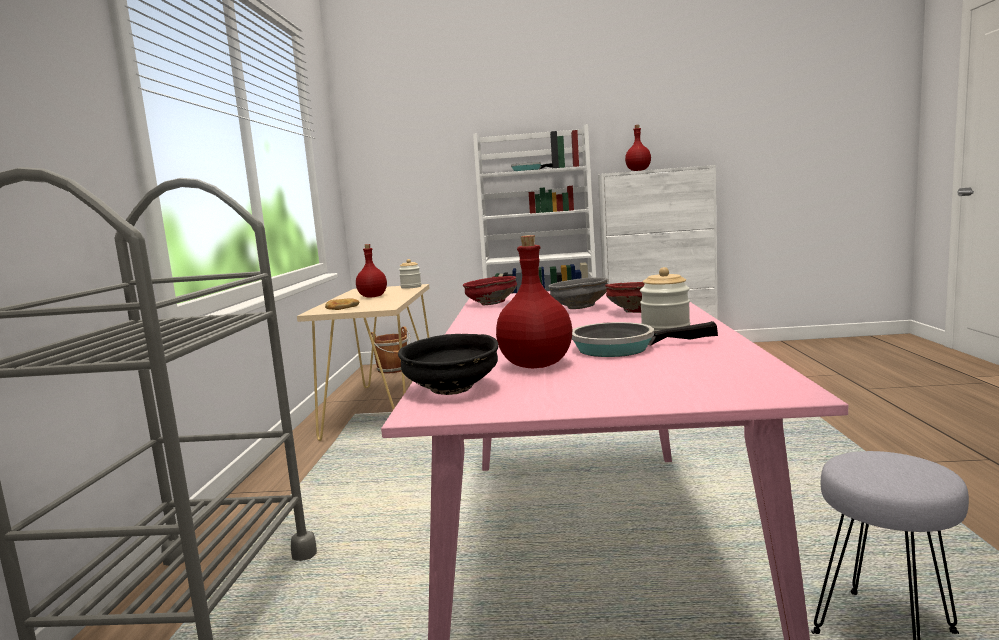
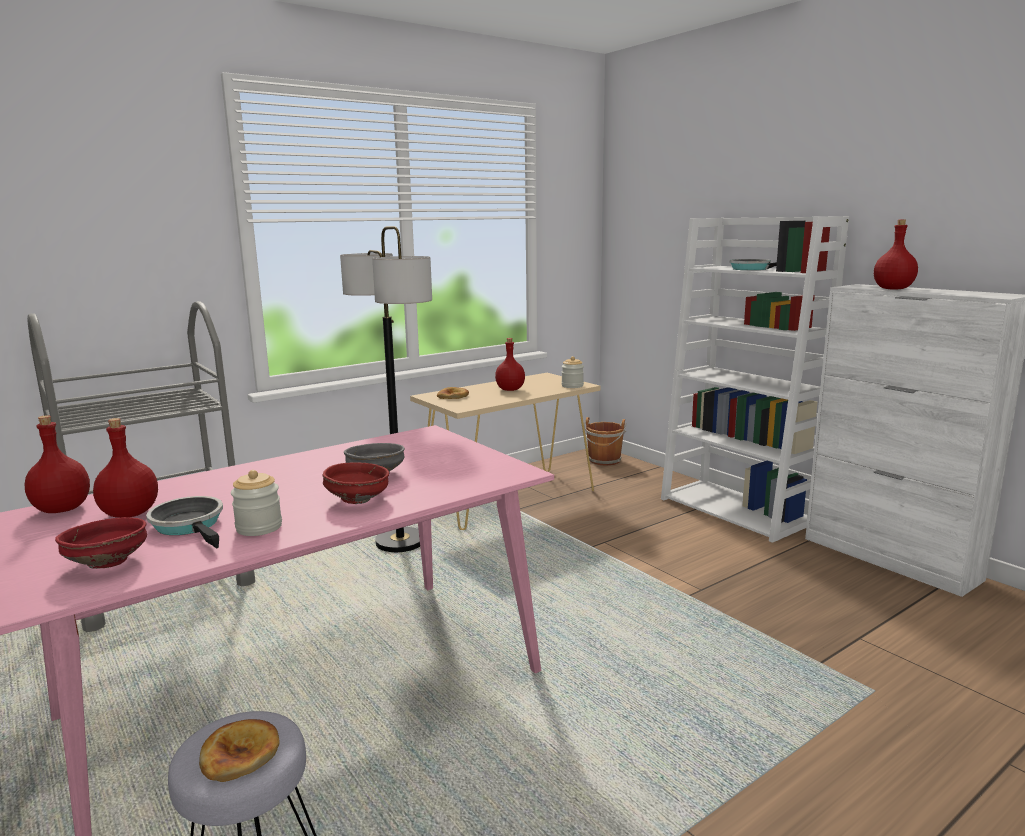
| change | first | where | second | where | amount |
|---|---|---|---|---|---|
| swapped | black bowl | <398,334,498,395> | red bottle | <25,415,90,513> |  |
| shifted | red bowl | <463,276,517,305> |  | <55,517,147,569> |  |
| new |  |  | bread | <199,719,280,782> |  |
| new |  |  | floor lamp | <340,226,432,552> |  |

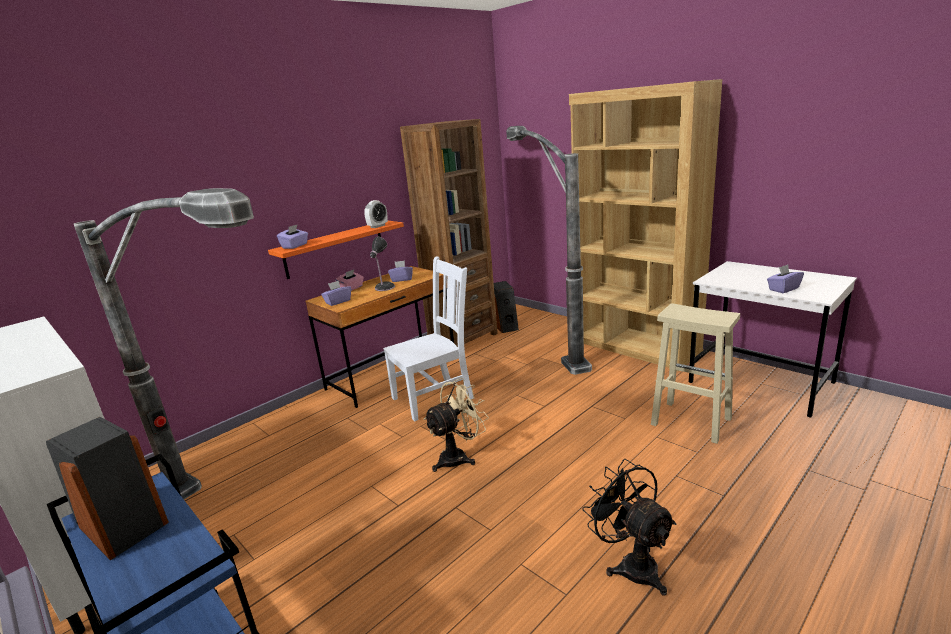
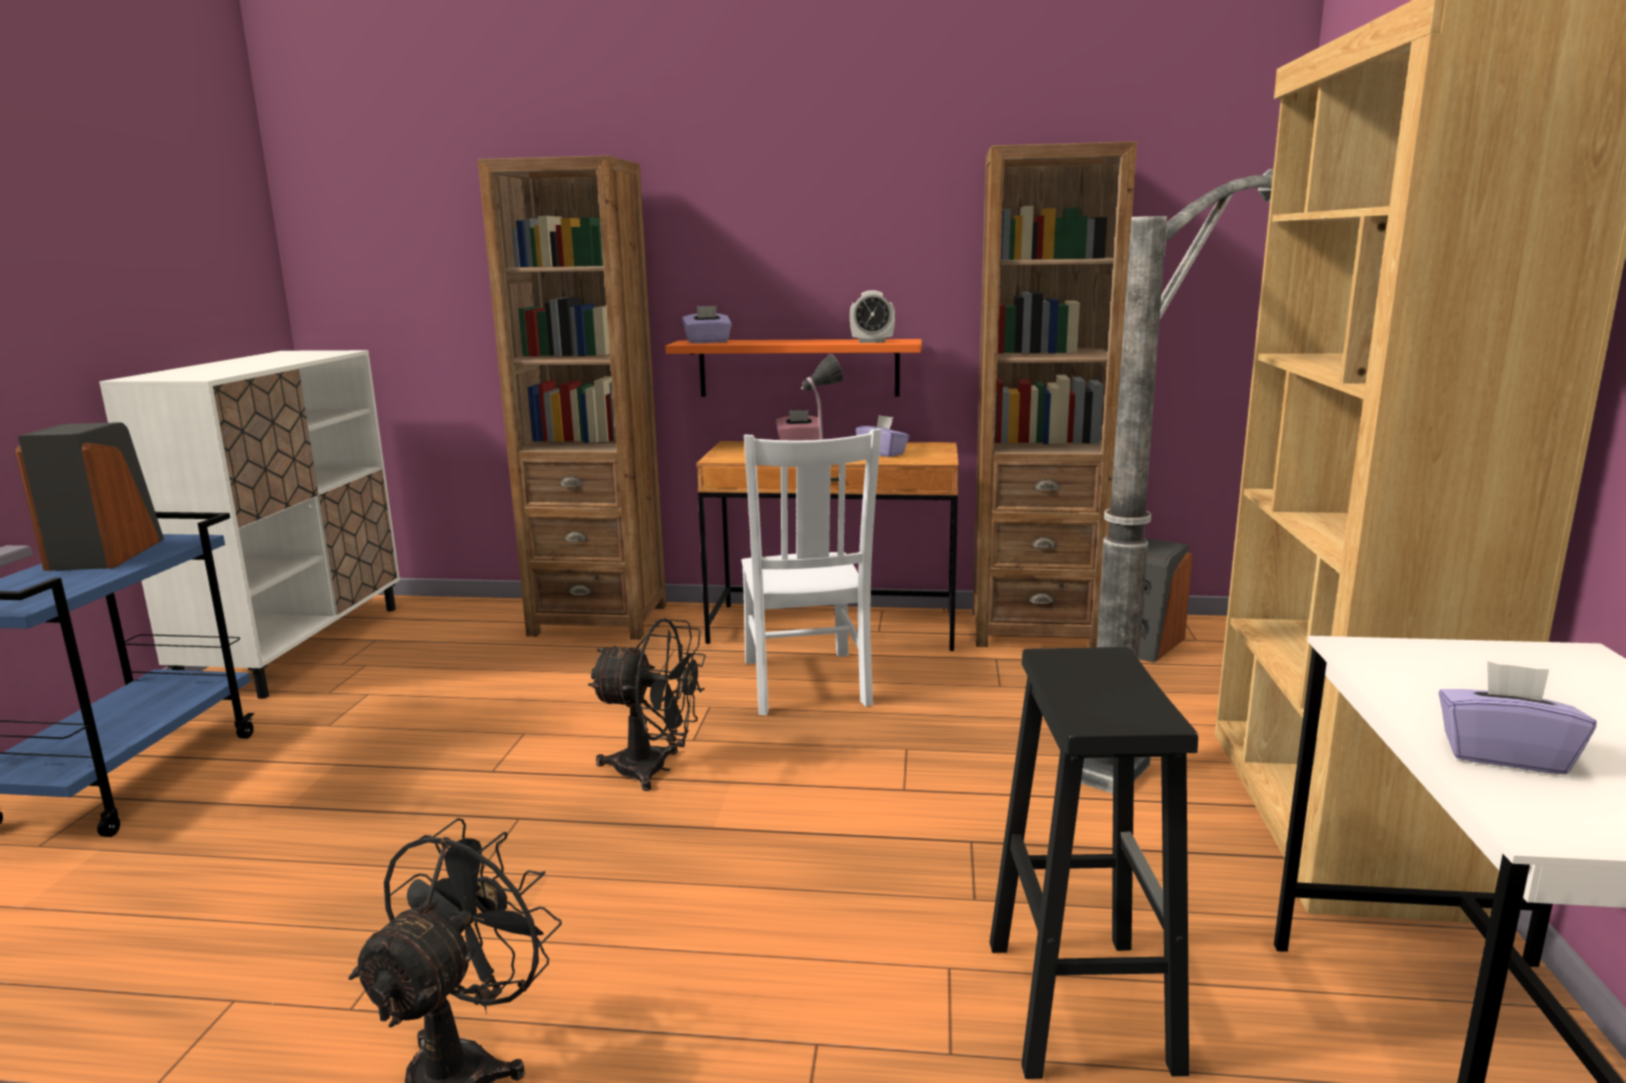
| change | first | where | second | where | amount |
|---|---|---|---|---|---|
| gone | floor lamp | <74,188,254,499> |  |  |  |
| gone | purple tissue box | <321,281,351,306> |  |  |  |
| rotated | white chair | <383,256,473,421> |  | <741,429,882,715> | 60 degrees clockwise |
| repainted | beige fan | <423,378,489,472> | black fan | <587,618,706,791> |  |
| repainted | beige stool | <651,303,740,444> | black stool | <990,647,1198,1079> |  |
| new |  |  | brown bookcase | <478,155,666,640> |  |

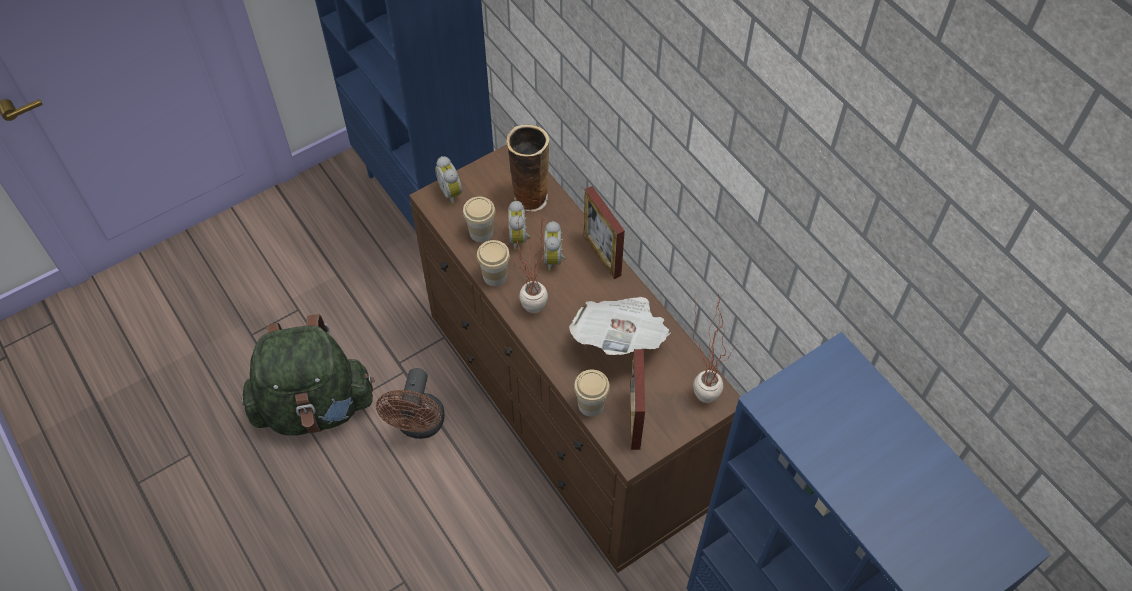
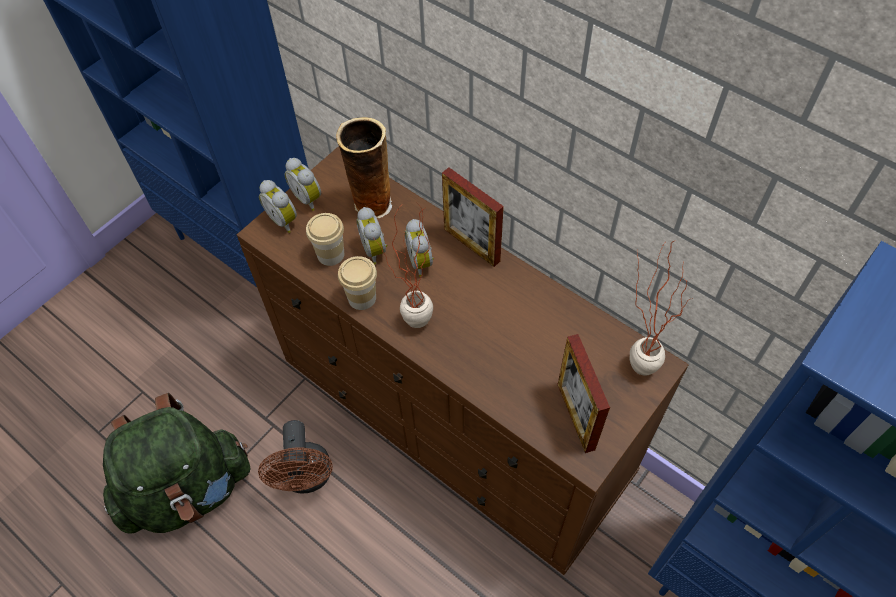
| change | first | where | second | where | amount |
|---|---|---|---|---|---|
| gone | newspaper | <569,297,671,355> |  |  |  |
| gone | cup | <574,370,610,417> |  |  |  |
| new |  |  | alarm clock | <285,158,321,211> |  |

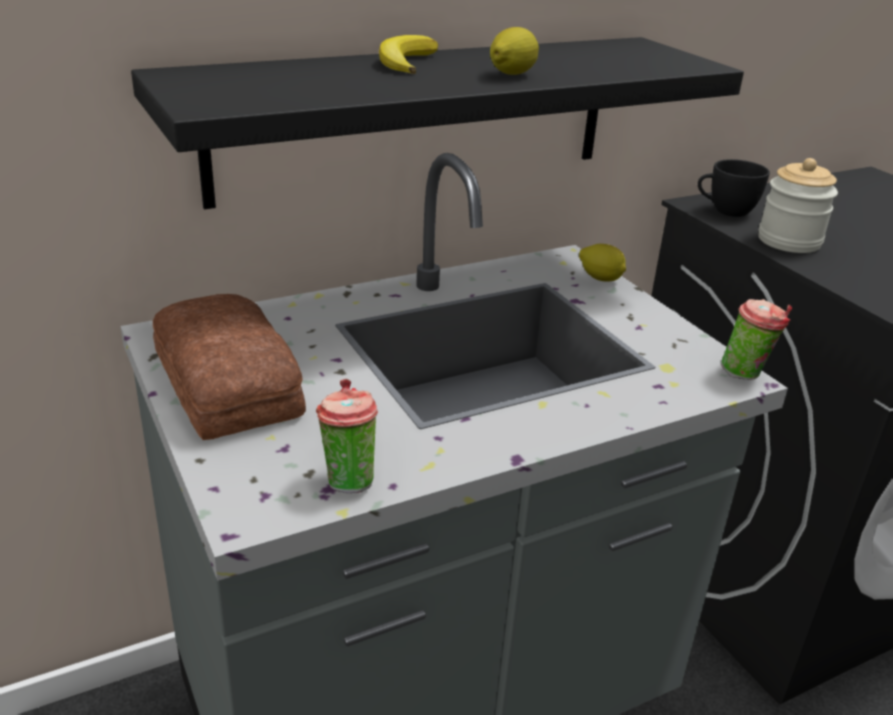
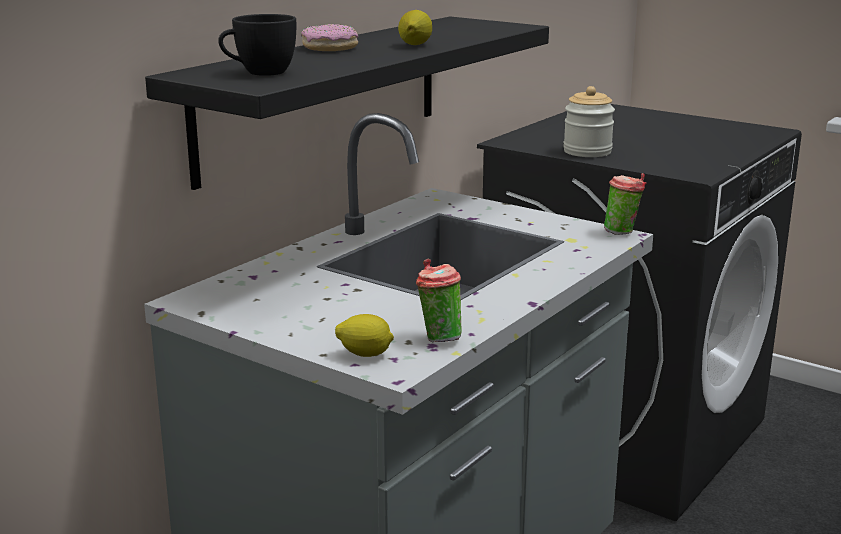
| change | first | where | second | where | amount |
|---|---|---|---|---|---|
| gone | bread | <153,294,306,440> |  |  |  |
| swapped | banana | <379,35,438,74> | donut | <301,24,358,51> |  |
| shifted | lemon | <579,244,626,281> |  | <335,314,394,357> |  |
| shifted | black cup | <698,159,770,217> |  | <218,14,296,76> |  |

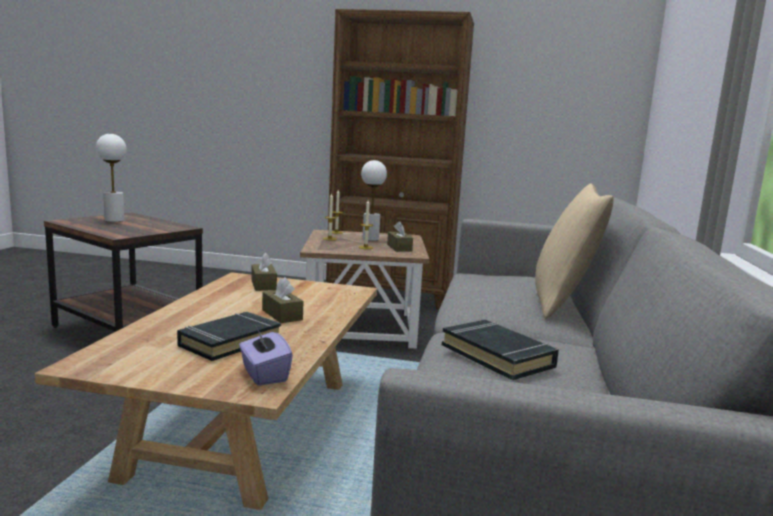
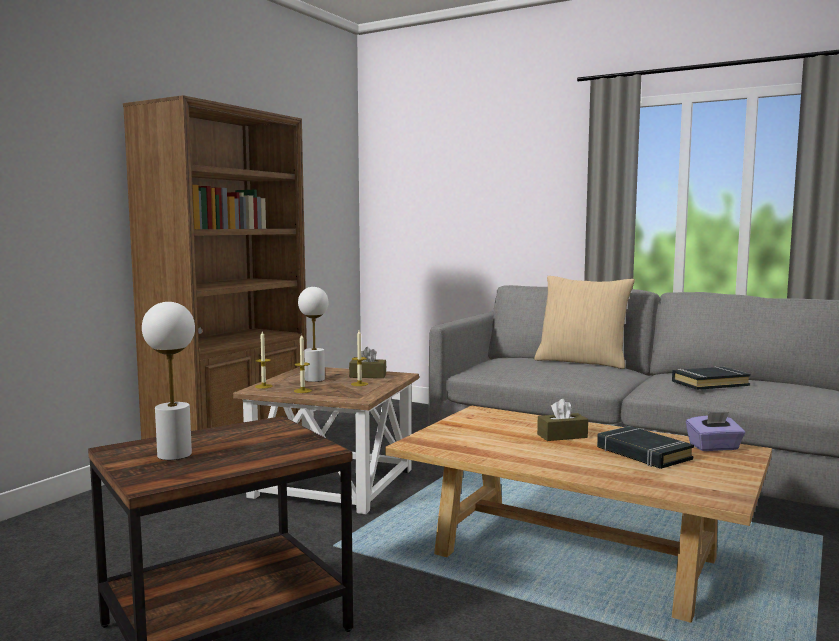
| change | first | where | second | where | amount |
|---|---|---|---|---|---|
| gone | brown tissue box | <251,253,277,291> |  |  |  |

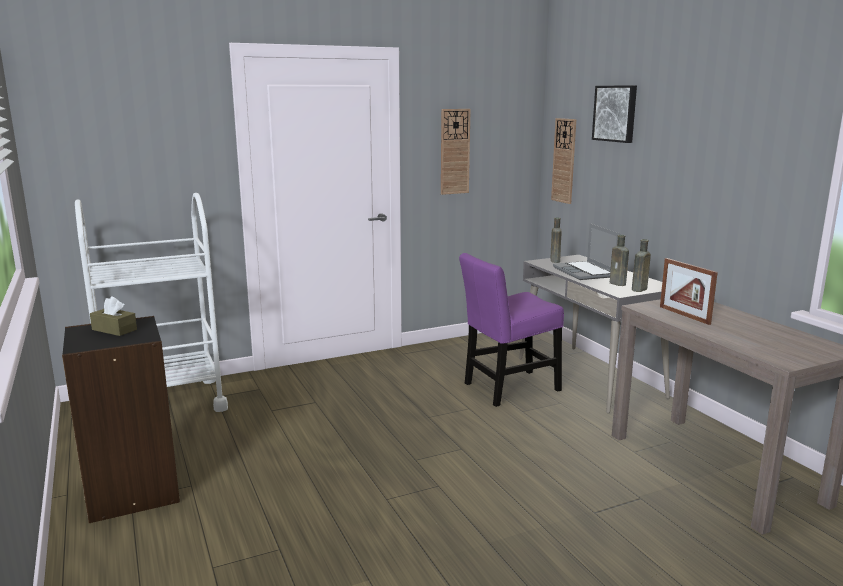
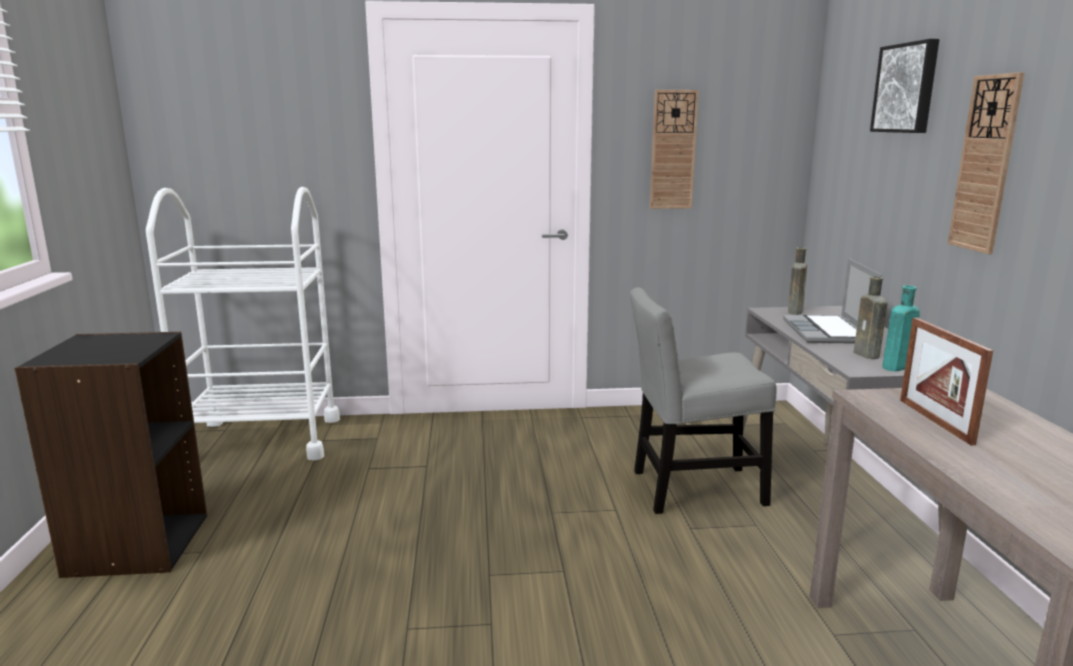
| change | first | where | second | where | amount |
|---|---|---|---|---|---|
| gone | brown tissue box | <90,296,137,336> |  |  |  |
| repainted | purple chair | <459,253,564,407> | grey chair | <630,287,777,514> |  |
| shifted | wall clock | <551,118,576,204> |  | <948,72,1025,254> |  |
| repainted | brown bottle | <632,239,651,292> | turquoise bottle | <882,285,920,371> |  |

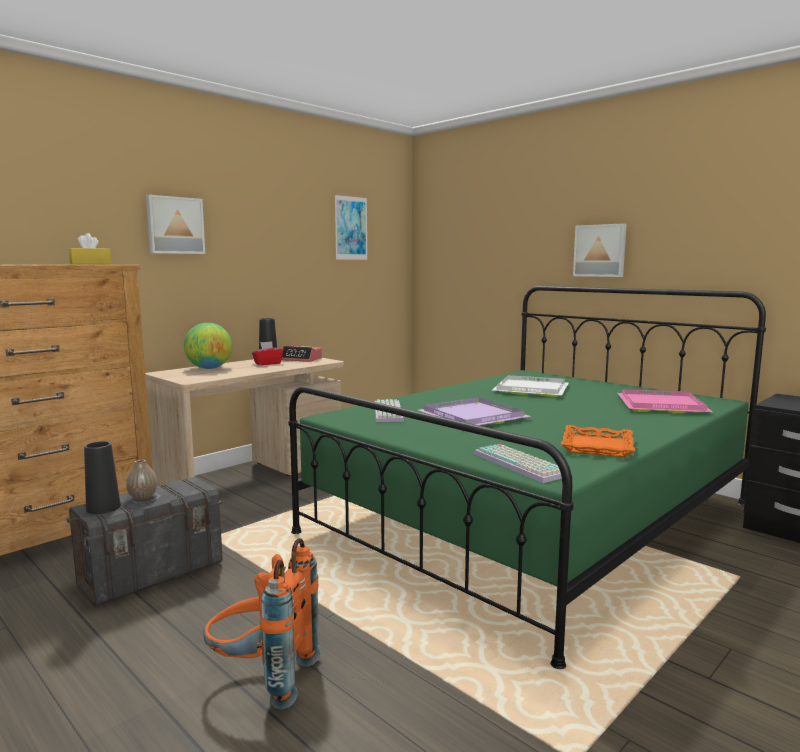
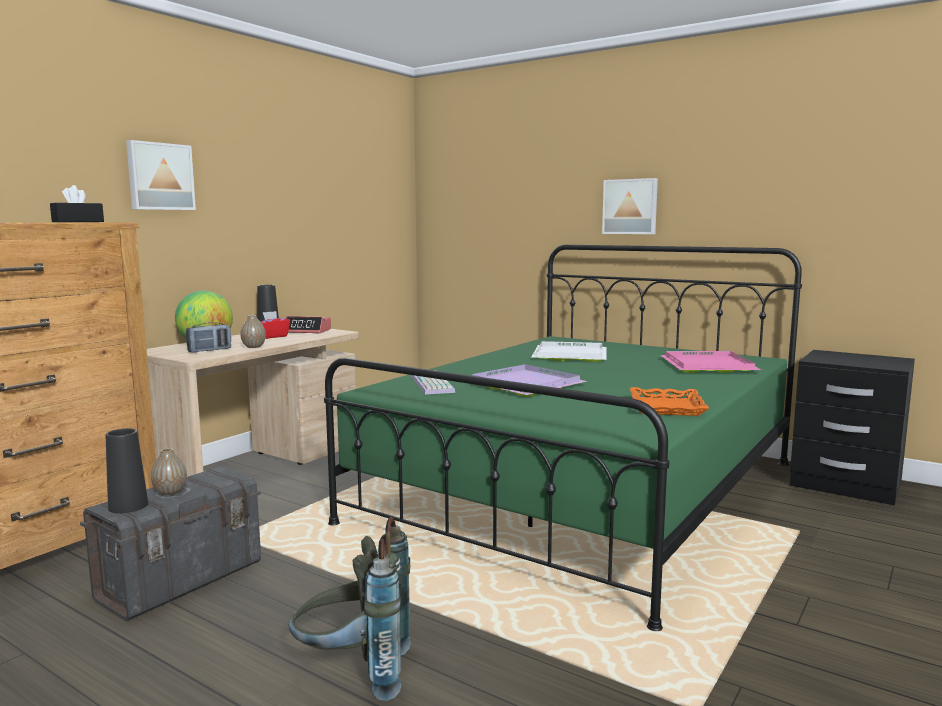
| change | first | where | second | where | amount |
|---|---|---|---|---|---|
| repainted | yellow tissue box | <68,233,111,264> | black tissue box | <50,185,104,222> |  |
| repainted | orange backpack | <203,538,321,710> | grey backpack | <289,517,411,701> |  |
| gone | picture | <334,194,368,261> |  |  |  |
| gone | keyboard | <474,444,562,483> |  |  |  |
| new |  |  | radio | <186,322,231,353> |  |
| new |  |  | vase | <240,315,266,348> |  |

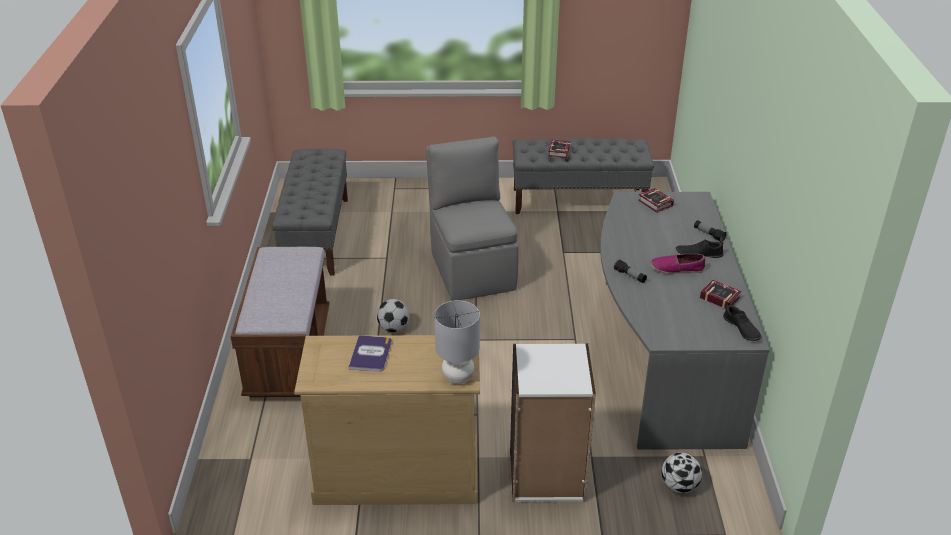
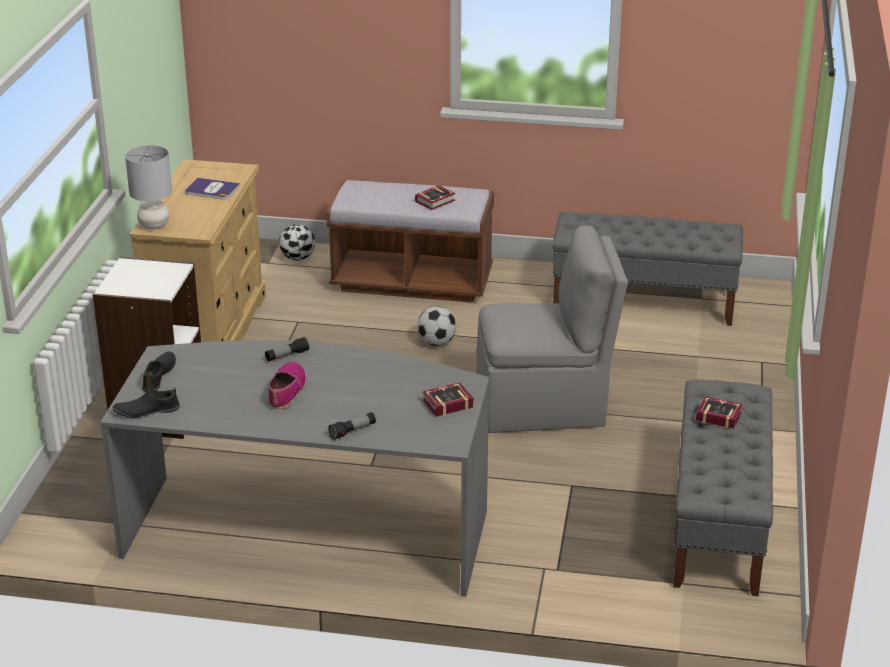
| change | first | where | second | where | amount |
|---|---|---|---|---|---|
| shifted | football | <661,452,702,493> |  | <279,224,315,261> |  |
| shifted | black shoe | <676,239,723,258> |  | <142,351,176,392> |  |
| shifted | book | <700,280,741,309> |  | <415,185,455,210> |  |

